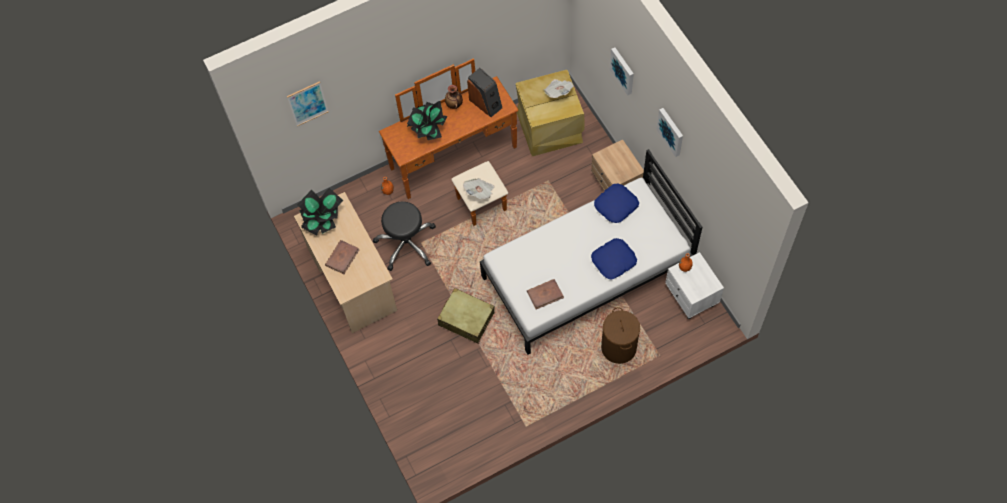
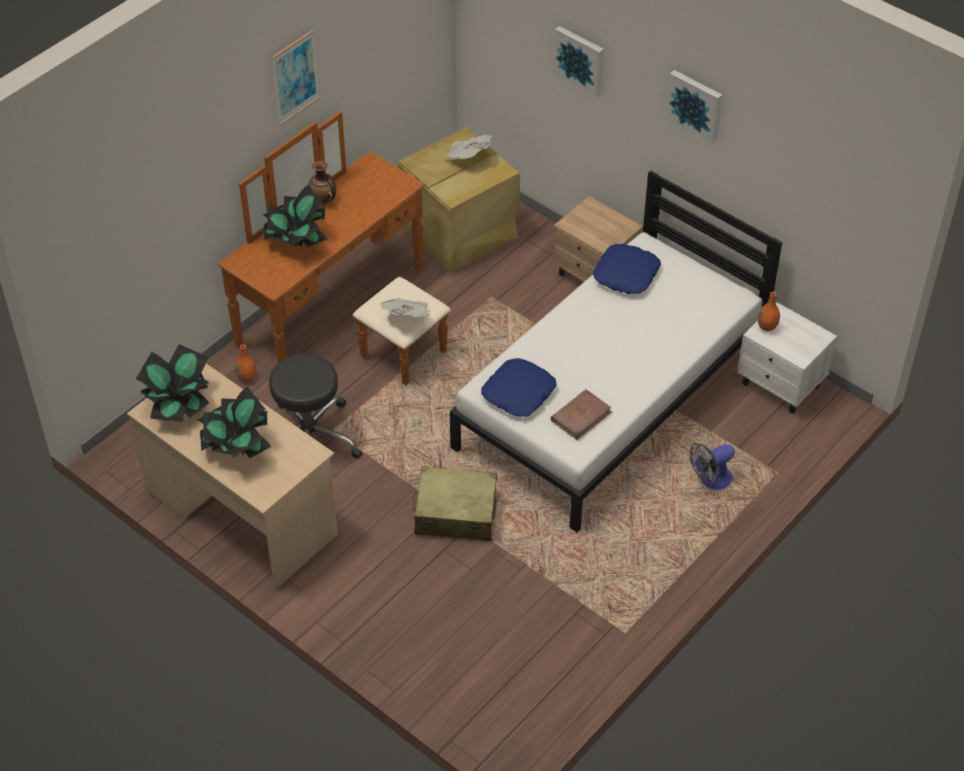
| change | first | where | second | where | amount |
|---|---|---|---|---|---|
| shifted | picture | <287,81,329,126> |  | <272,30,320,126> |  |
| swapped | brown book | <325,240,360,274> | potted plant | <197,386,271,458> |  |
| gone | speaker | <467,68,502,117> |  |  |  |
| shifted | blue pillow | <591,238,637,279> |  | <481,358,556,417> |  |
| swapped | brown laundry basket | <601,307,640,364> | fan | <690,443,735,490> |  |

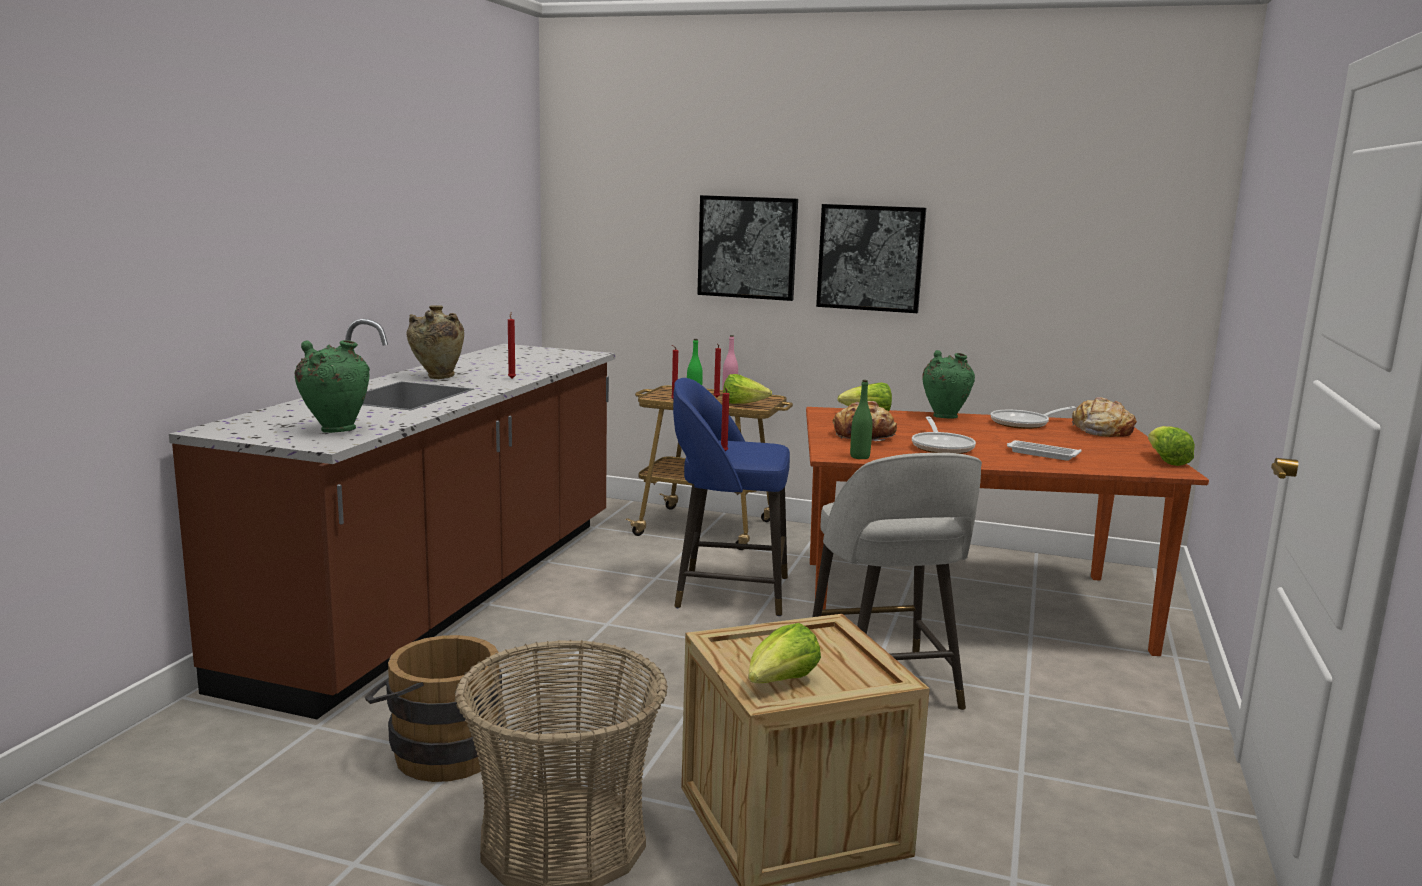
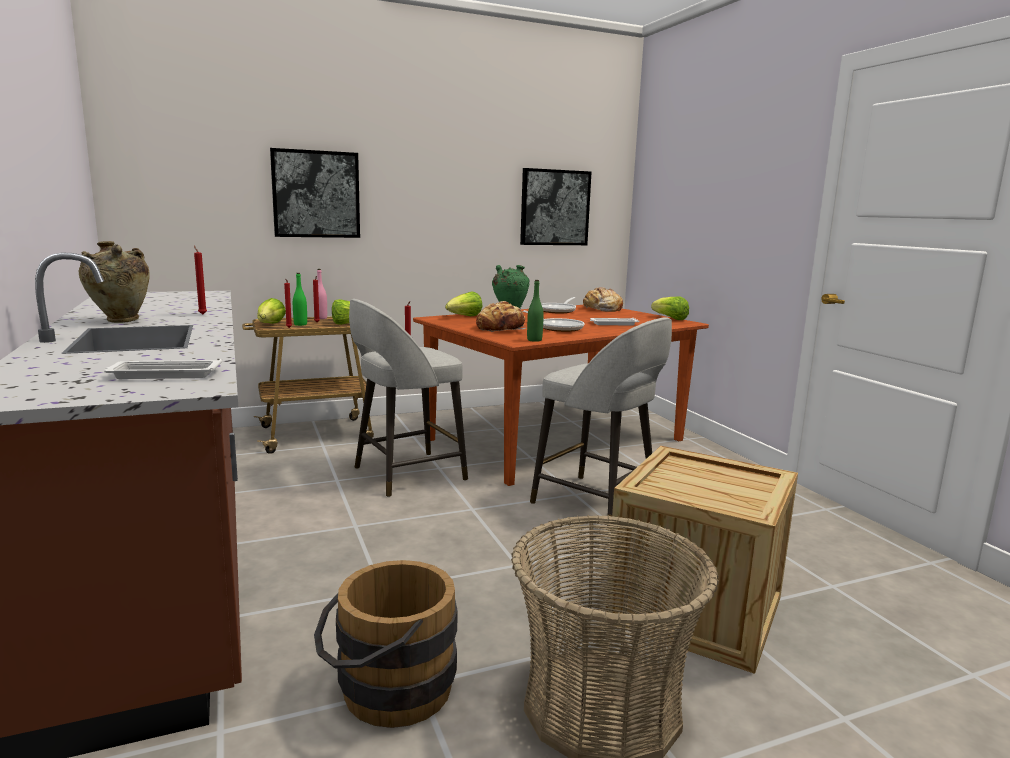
| change | first | where | second | where | amount |
|---|---|---|---|---|---|
| swapped | green vase | <295,340,370,433> | white tray | <104,359,222,379> |  |
| repainted | blue stool | <673,378,790,616> | grey stool | <349,299,468,497> |  |
| shifted | lettuce | <748,623,821,683> |  | <257,298,286,324> |  |
| shifted | picture | <816,204,926,313> |  | <520,168,592,245> |  |

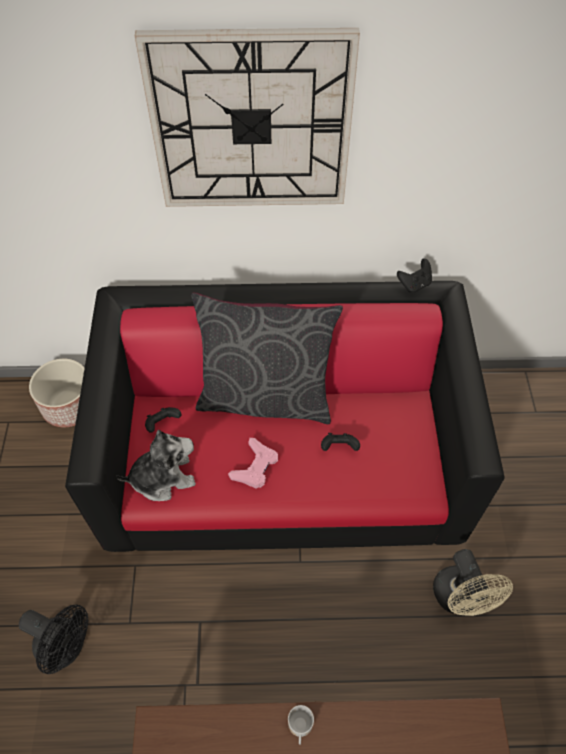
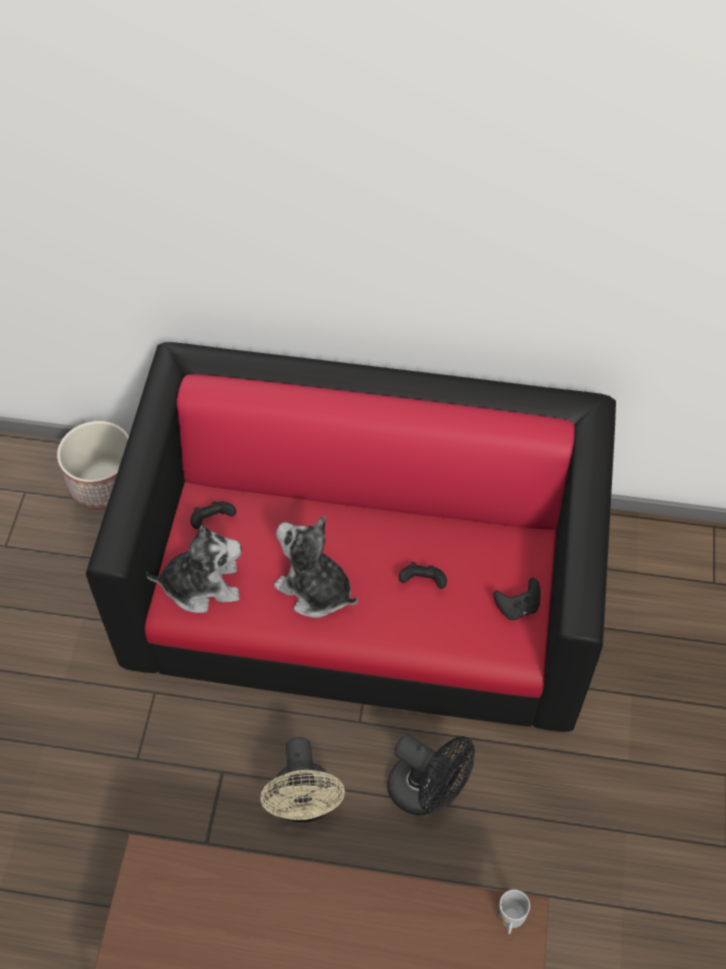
| change | first | where | second | where | amount |
|---|---|---|---|---|---|
| shifted | black fan | <19,605,88,674> |  | <387,734,475,815> |  |
| gone | wall clock | <135,28,360,207> |  |  |  |
| gone | grey pillow | <191,292,343,425> |  |  |  |
| swapped | pink game controller | <228,438,278,489> | plush toy | <274,515,358,618> |  |
| shifted | mug | <288,705,314,745> |  | <498,890,530,934> |  |
| shifted | black game controller | <397,259,432,292> |  | <493,577,541,620> |  |
| shifted | beige fan | <433,549,513,616> |  | <260,737,345,822> |  |

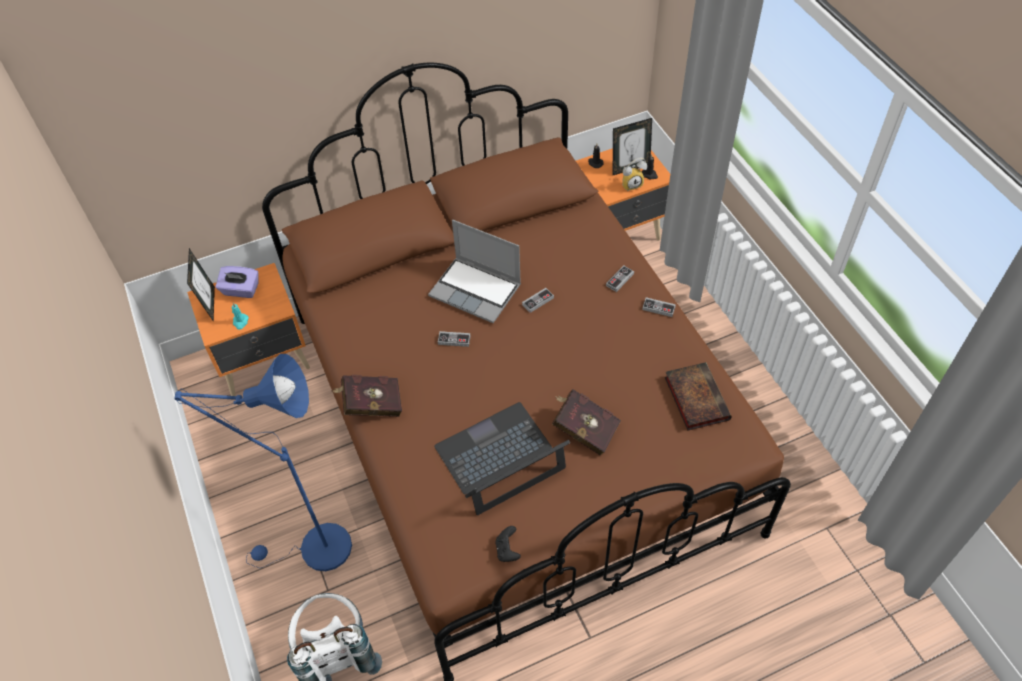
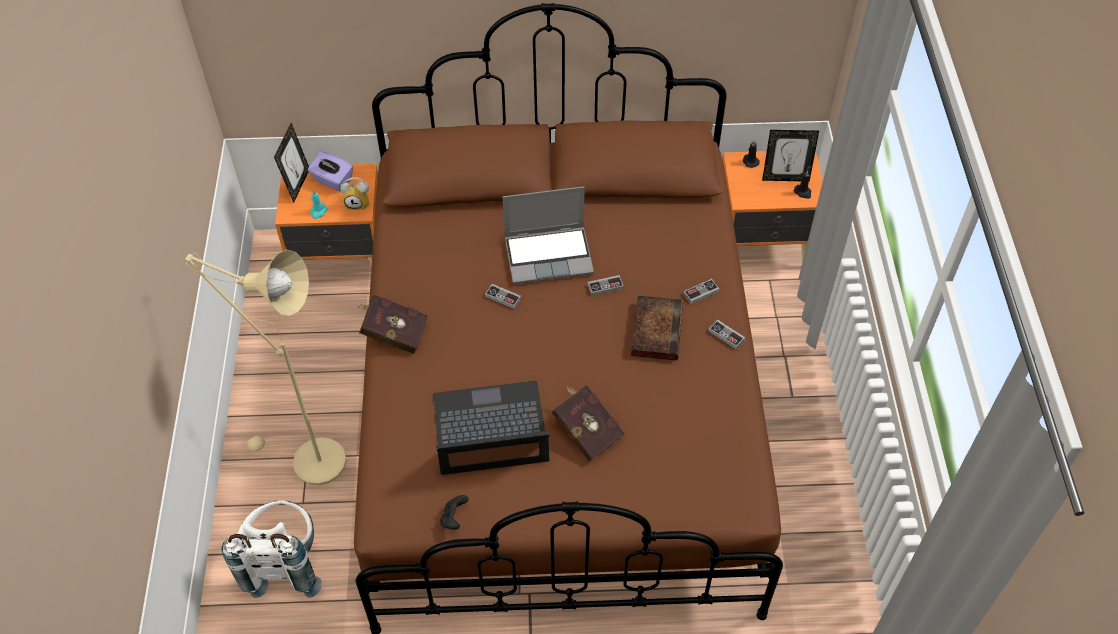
| change | first | where | second | where | amount |
|---|---|---|---|---|---|
| repainted | blue floor lamp | <174,354,352,571> | beige floor lamp | <185,250,347,485> |  |
| rotated | laptop | <428,220,521,323> |  | <503,186,594,284> | 60 degrees counterclockwise |
| shifted | alarm clock | <622,158,647,191> |  | <340,177,369,210> |  |
| shifted | book | <665,362,732,431> |  | <631,296,683,360> |  |

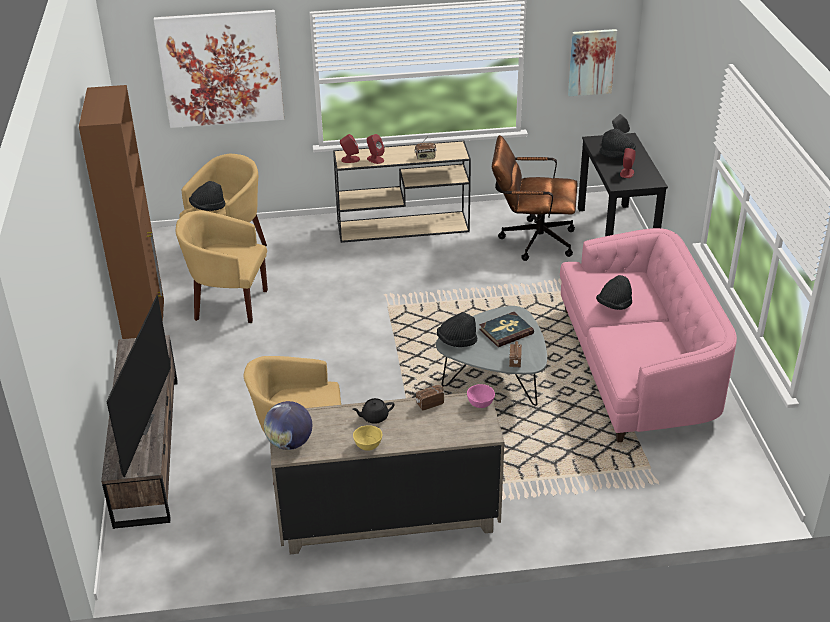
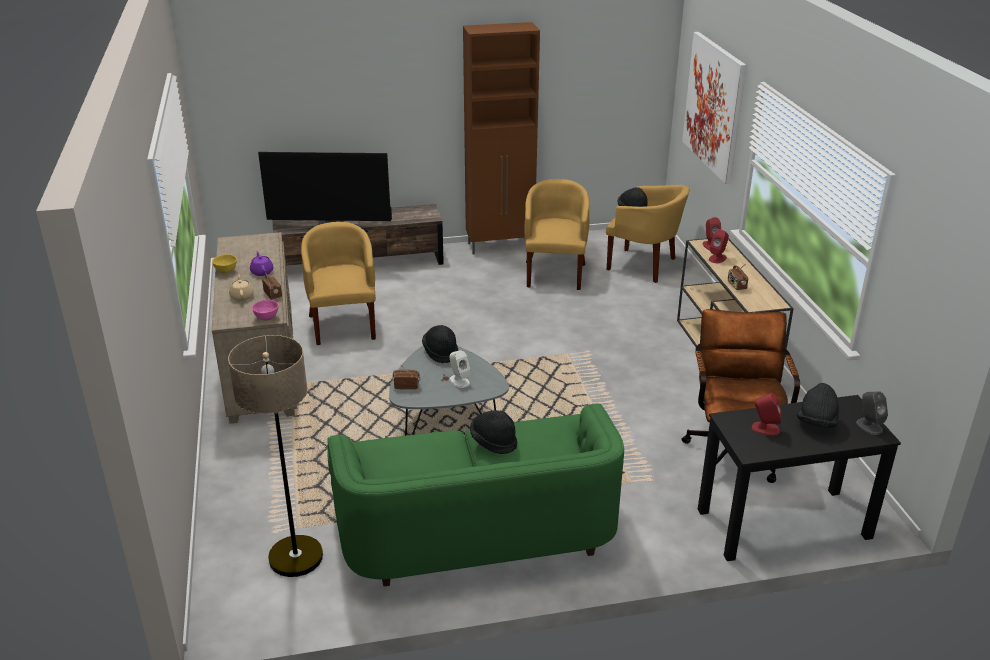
| change | first | where | second | where | amount |
|---|---|---|---|---|---|
| gone | globe | <264,401,312,450> |  |  |  |
| repainted | black teapot | <352,398,395,424> | purple teapot | <250,251,273,276> |  |
| swapped | book | <479,312,534,347> | white speaker | <449,350,470,388> |  |
| repainted | pink sofa | <560,228,737,442> | green sofa | <327,403,624,587> |  |
| gone | picture | <568,29,617,96> |  |  |  |
| new |  |  | floor lamp | <228,335,323,577> |  |
| new |  |  | beige teapot | <229,274,254,301> |  |

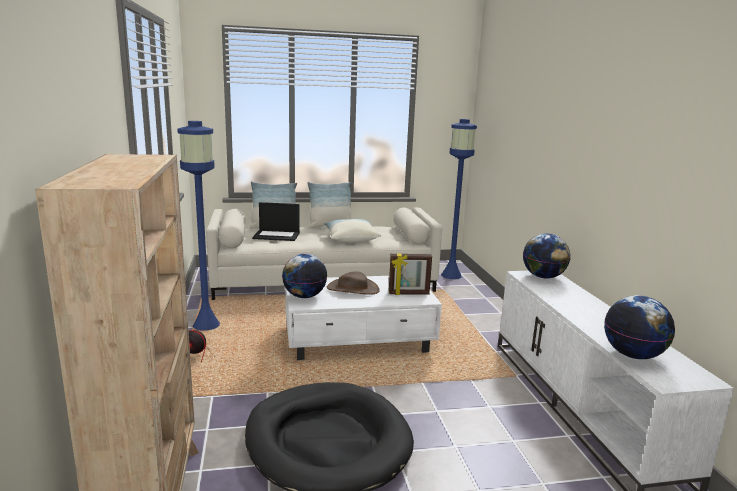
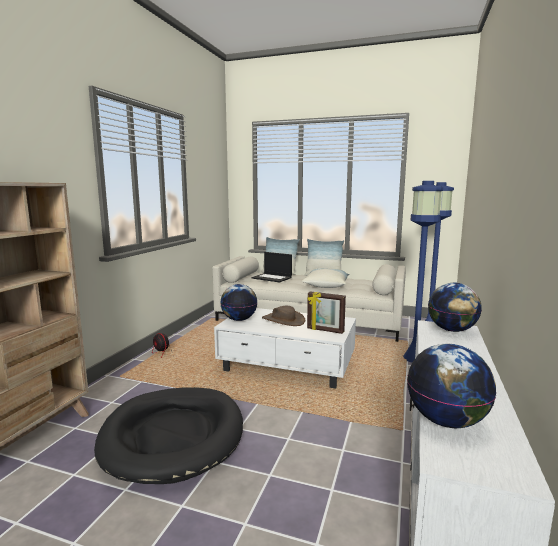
| change | first | where | second | where | amount |
|---|---|---|---|---|---|
| shifted | blue floor lamp | <177,121,220,331> |  | <403,181,443,363> |  |

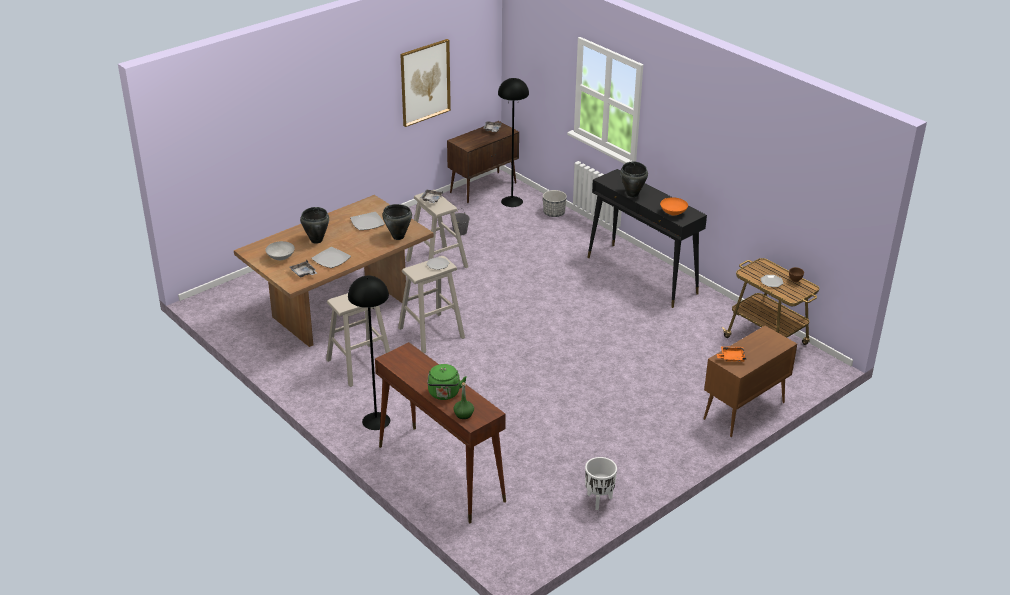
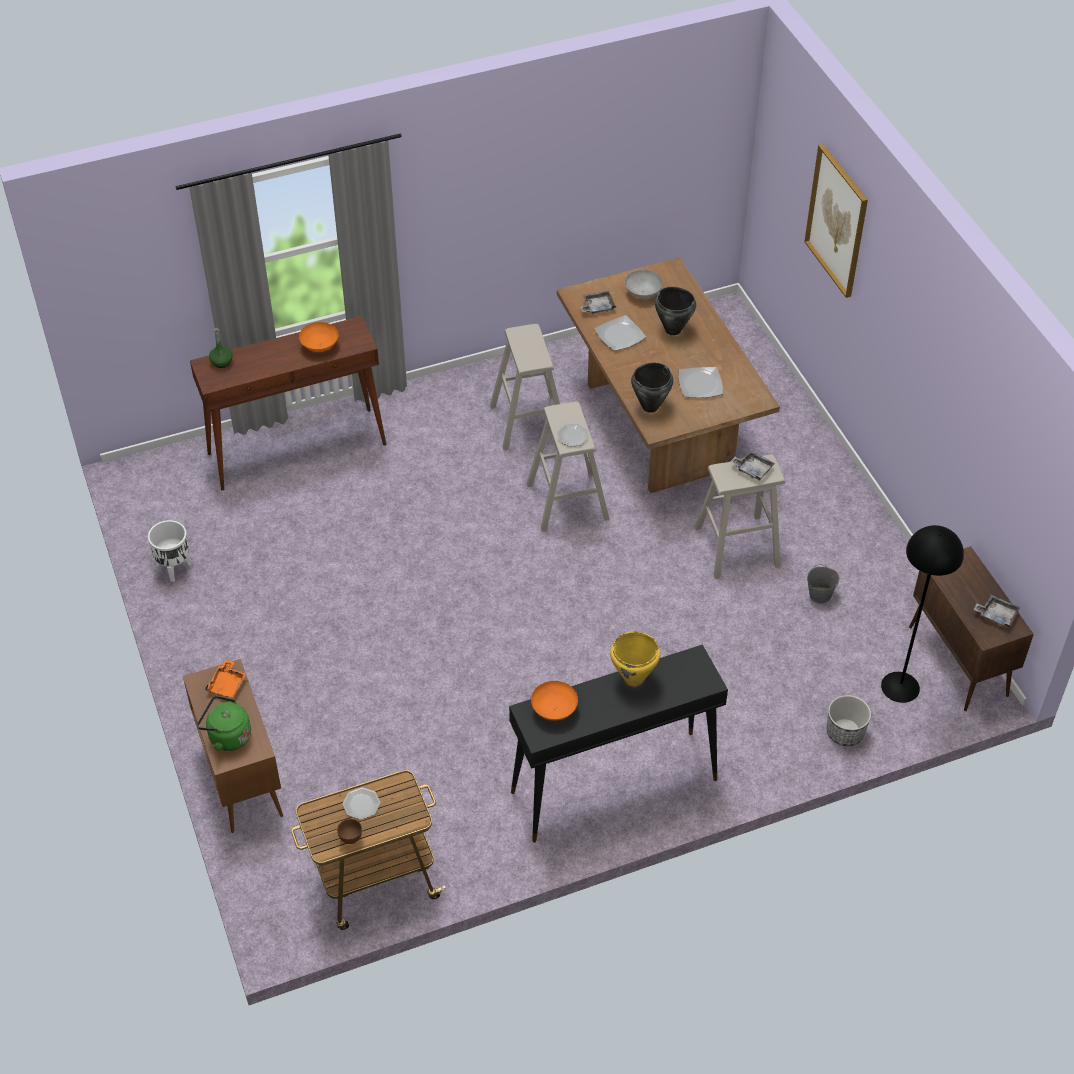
| change | first | where | second | where | amount |
|---|---|---|---|---|---|
| gone | black floor lamp | <348,276,390,430> |  |  |  |
| shifted | picture | <400,39,451,127> |  | <804,144,868,298> |  |
| shifted | green kettle | <427,364,467,400> |  | <197,696,251,751> |  |
| repainted | black cooking pot | <620,161,648,197> | yellow cooking pot | <610,632,661,686> |  |
| new |  |  | orange bowl | <299,322,338,352> |  |

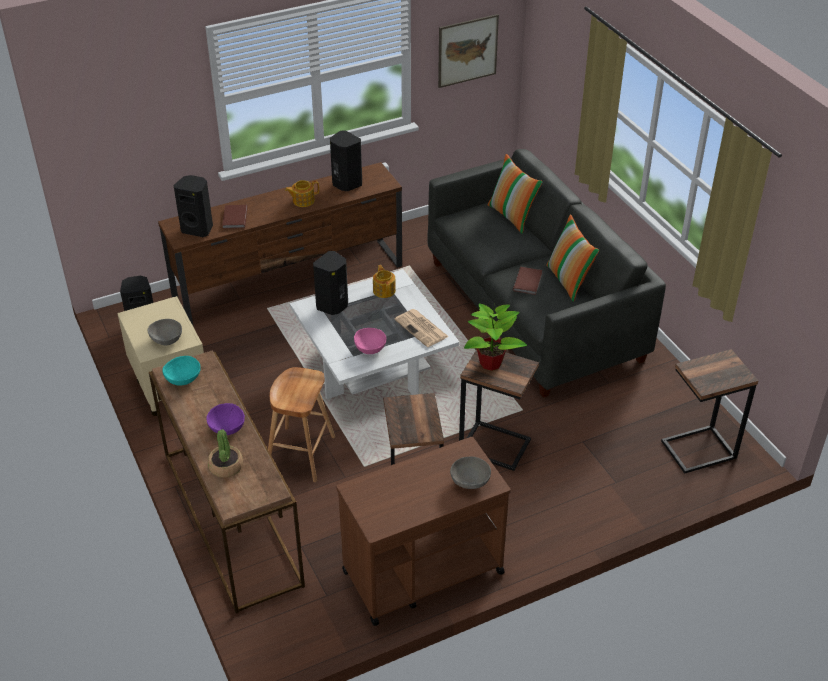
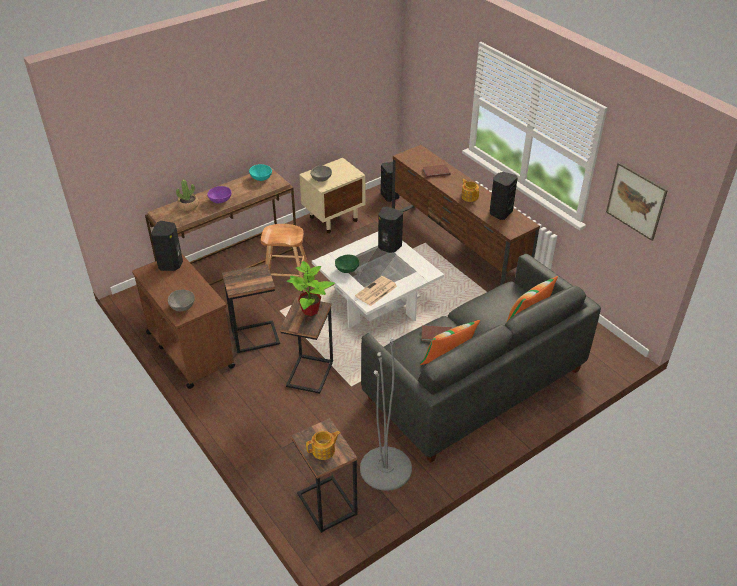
| change | first | where | second | where | amount |
|---|---|---|---|---|---|
| shifted | black speaker | <173,175,213,237> |  | <151,221,183,271> |  |
| repainted | pink bowl | <354,328,386,354> | green bowl | <335,255,359,273> |  |
| shifted | teapot | <373,265,396,298> |  | <306,431,341,460> |  |
| new |  |  | grey floor lamp | <360,337,412,491> |  |

